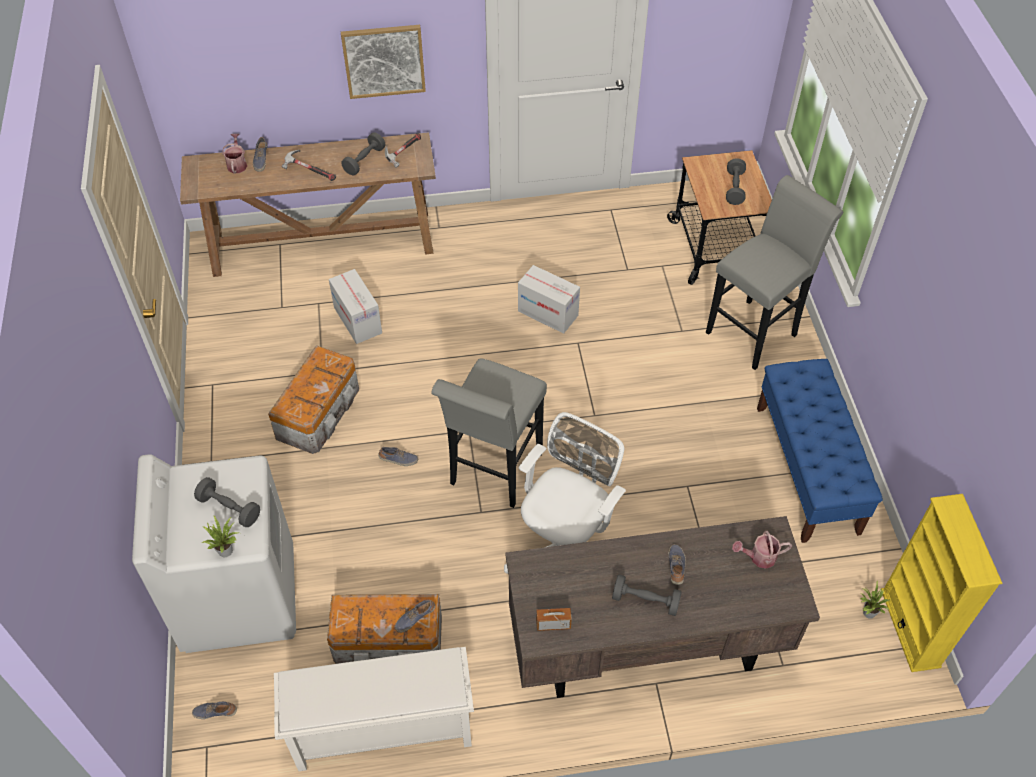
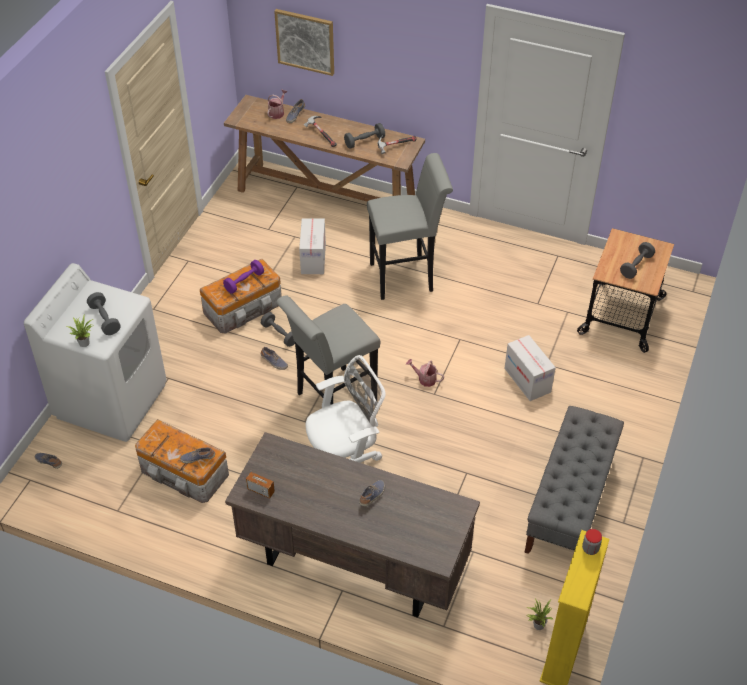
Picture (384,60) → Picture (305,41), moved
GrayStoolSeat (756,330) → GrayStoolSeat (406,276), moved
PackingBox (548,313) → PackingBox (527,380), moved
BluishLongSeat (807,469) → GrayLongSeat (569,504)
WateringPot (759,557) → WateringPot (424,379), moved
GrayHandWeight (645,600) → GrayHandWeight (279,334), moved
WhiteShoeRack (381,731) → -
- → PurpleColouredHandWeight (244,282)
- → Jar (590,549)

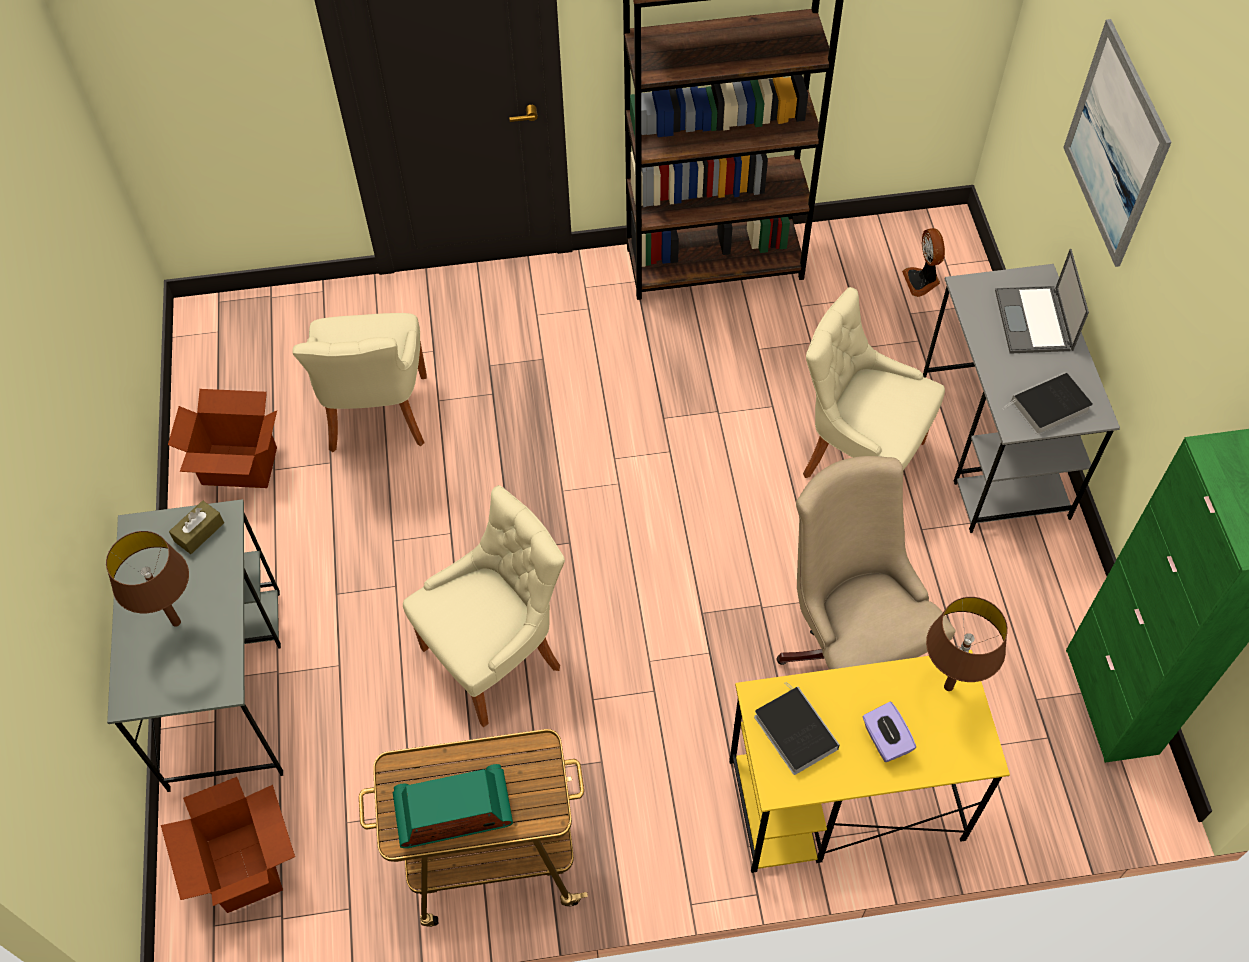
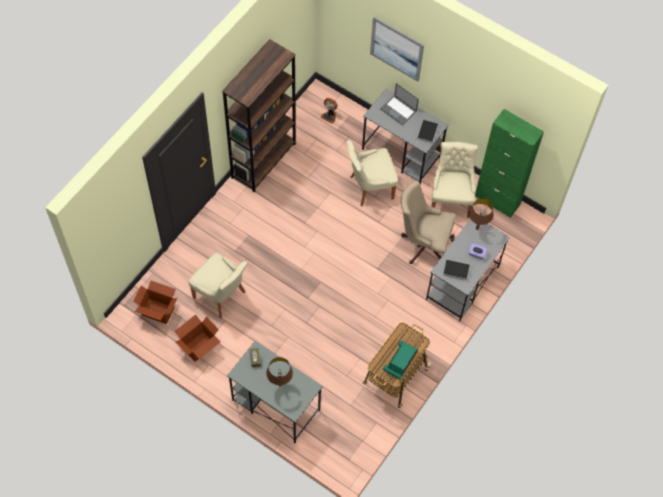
SandColouredPlainChair (496,656) → SandColouredPlainChair (450,199), moved
YellowishDesk (843,800) → GrayDesk (462,284)
PackingBox (246,865) → PackingBox (158,311), moved

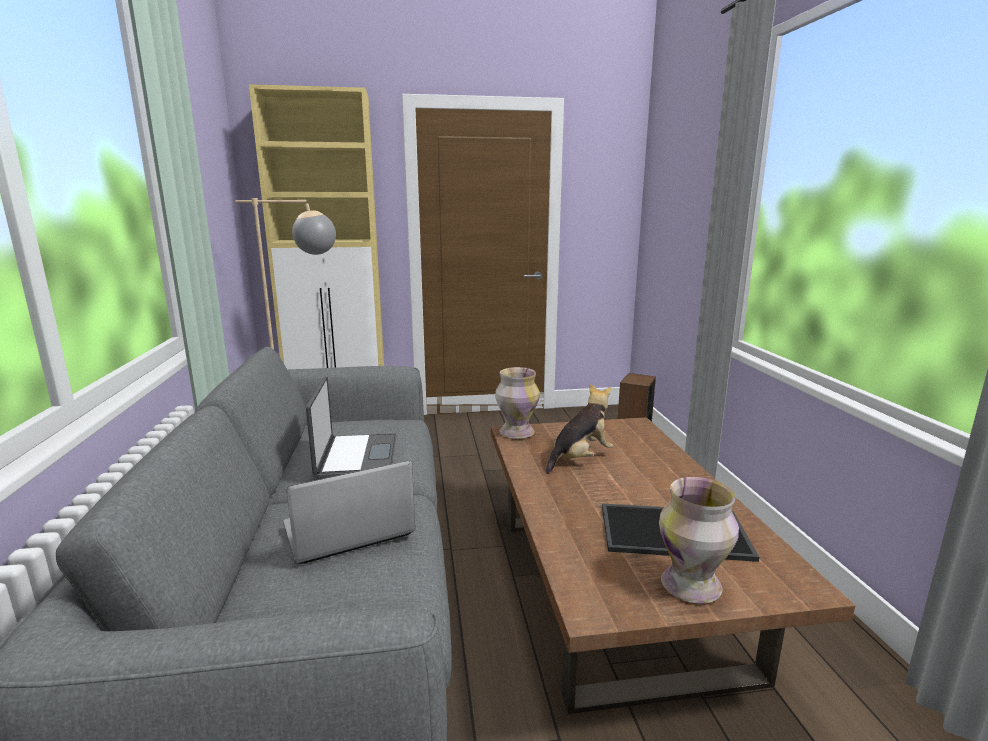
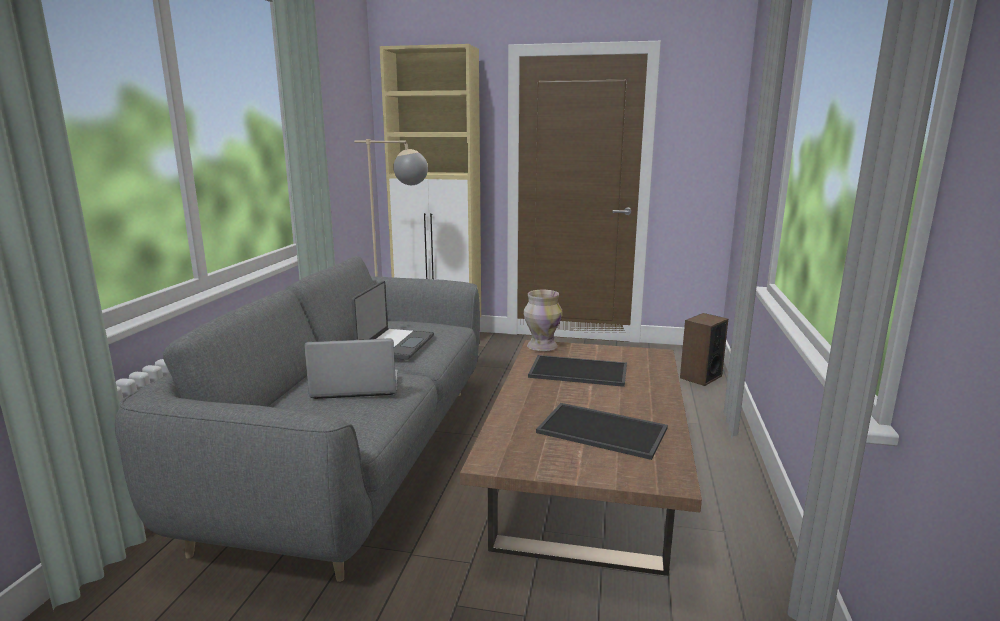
SoftToy (580,458) → Tray (577,372)
FlowerVase (690,586) → -

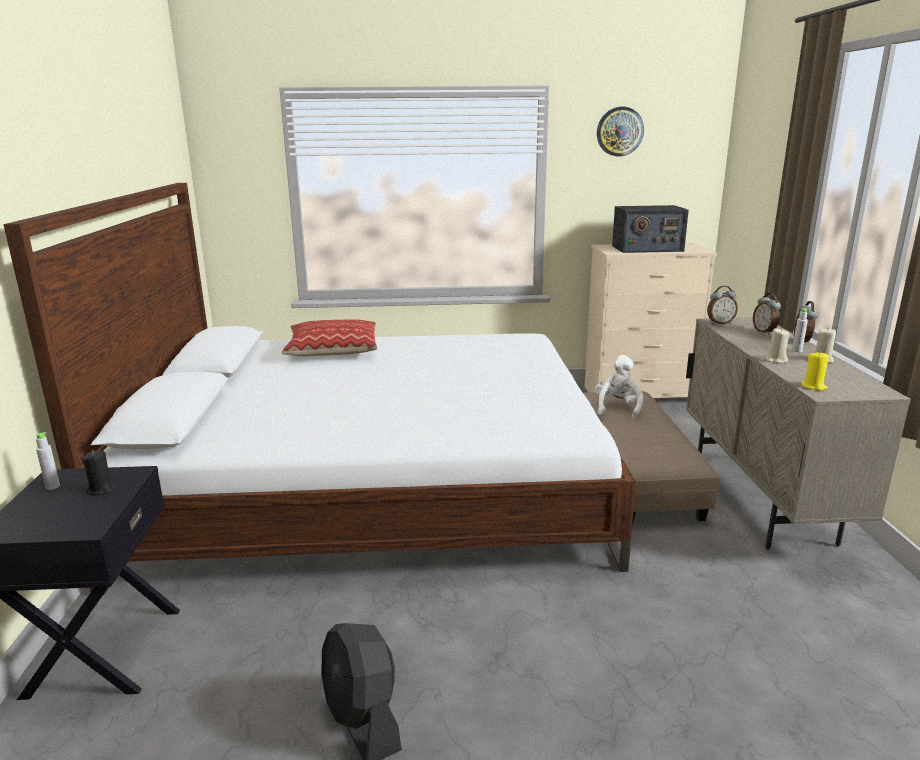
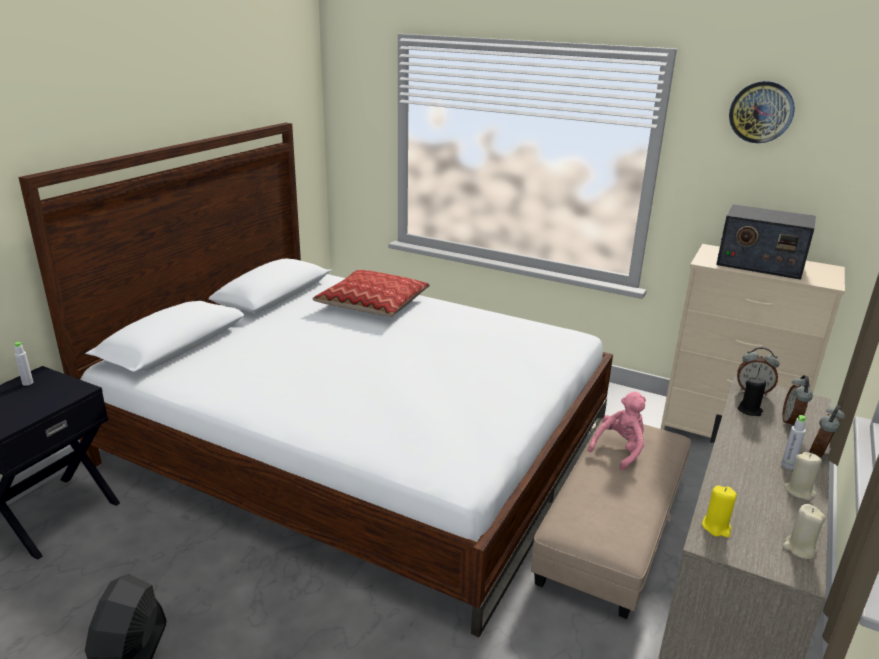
SandColouredCandle (776,360) → SandColouredCandle (799,548), moved
WhiteSoftToy (617,408) → PinkishSoftToy (619,450)
BlackCandle (101,489) → BlackCandle (749,410), moved

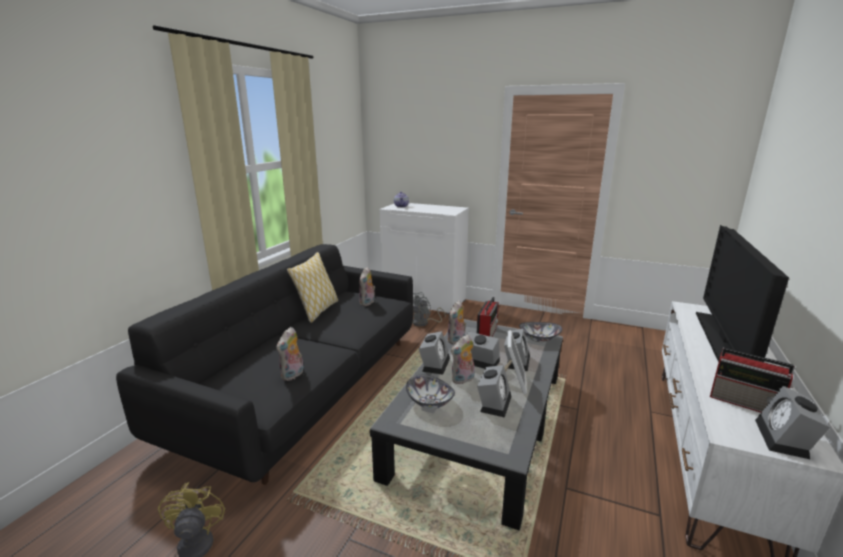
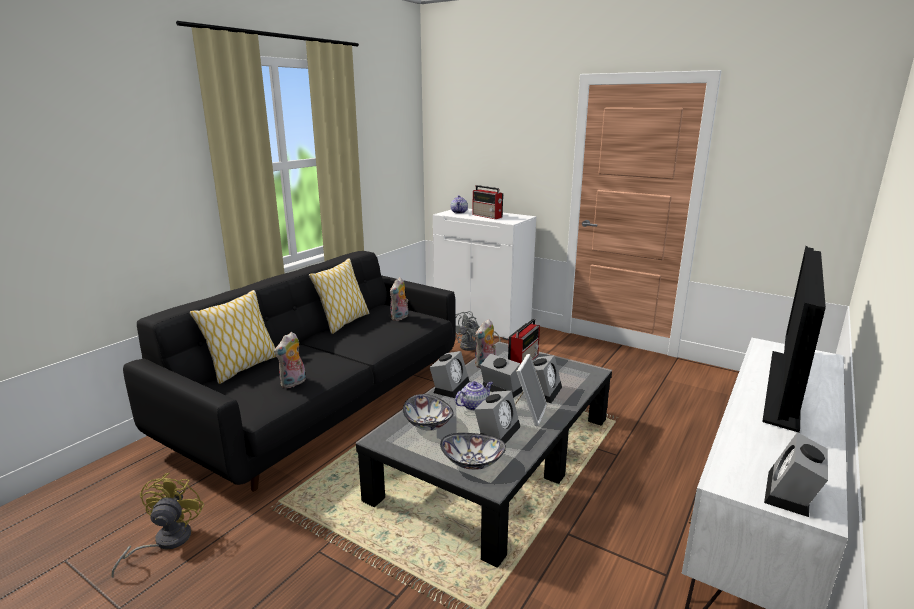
DeepDish (539,339) → DeepDish (472,463), moved
SoftToy (463,380) → TeaPot (474,405)
RadioSet (745,403) → RadioSet (487,216), moved
- → ThrowPillow (242,367)

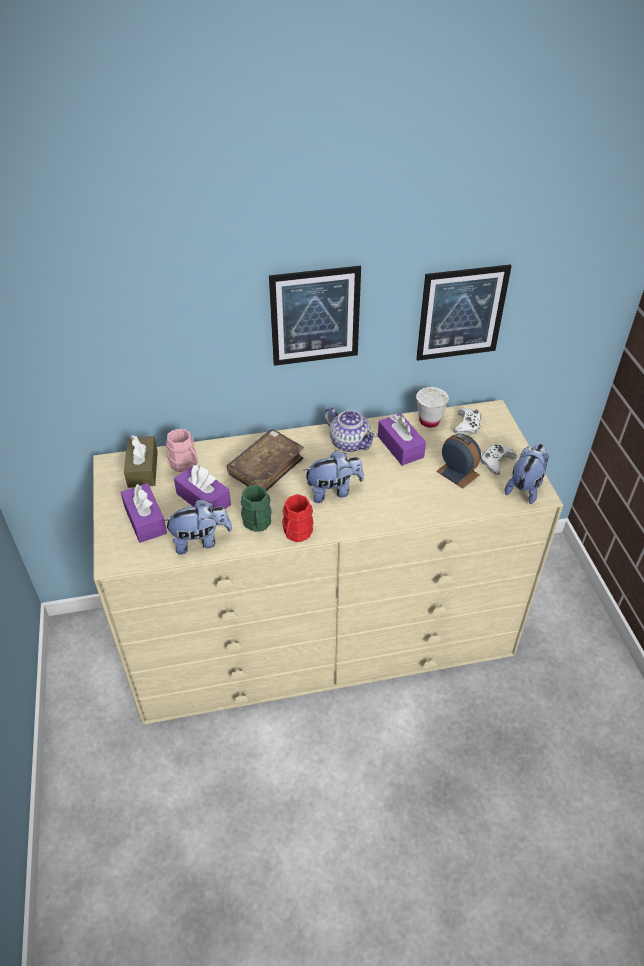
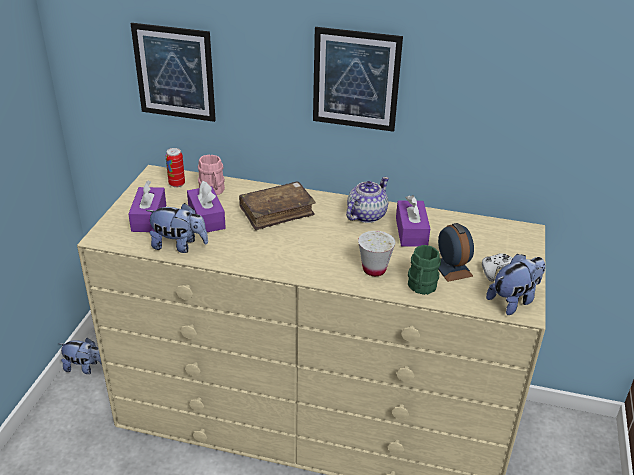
Picture (461,313) → Picture (174,72), moved
WhiteDrinkingCup (429,421) → WhiteDrinkingCup (374,269), moved
TeaPot (349,442) → TeaPot (366,215), 120 degrees counterclockwise
WhiteGamepad (467,425) → -
BrownColouredBoxOfTissues (143,469) → Can (177,184)
SoftToy (333,491) → SoftToy (85,367), moved
GreenishCoffeeMug (257,524) → GreenishCoffeeMug (421,287), moved
RedColouredCoffeeMug (296,534) → -

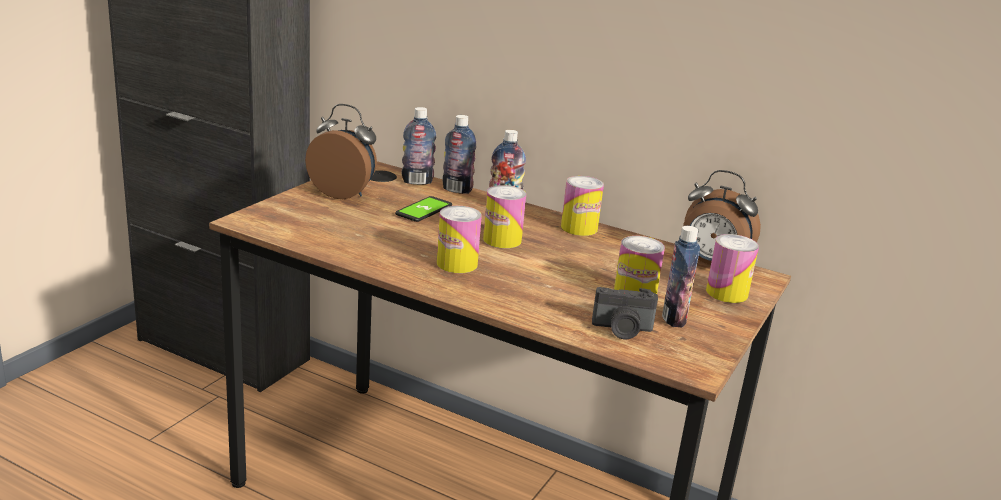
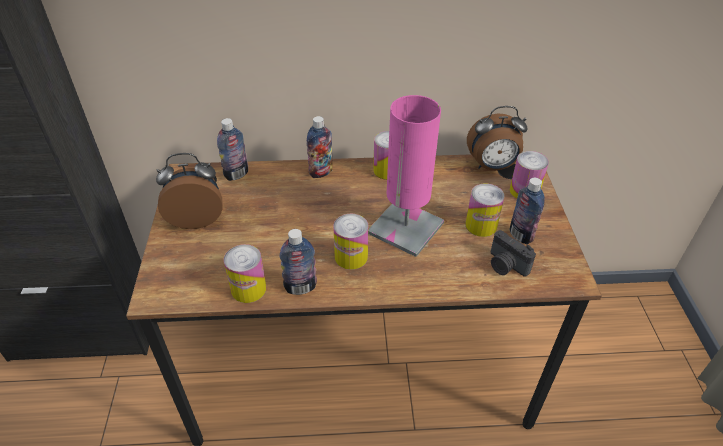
DrinkBottle (457,190) → DrinkBottle (300,287), moved
Can (502,240) → Can (248,289), moved
Phone (424,210) → -
StillCamera (622,330) → StillCamera (505,265), 75 degrees clockwise
- → PinkishLampForATable (405,228)

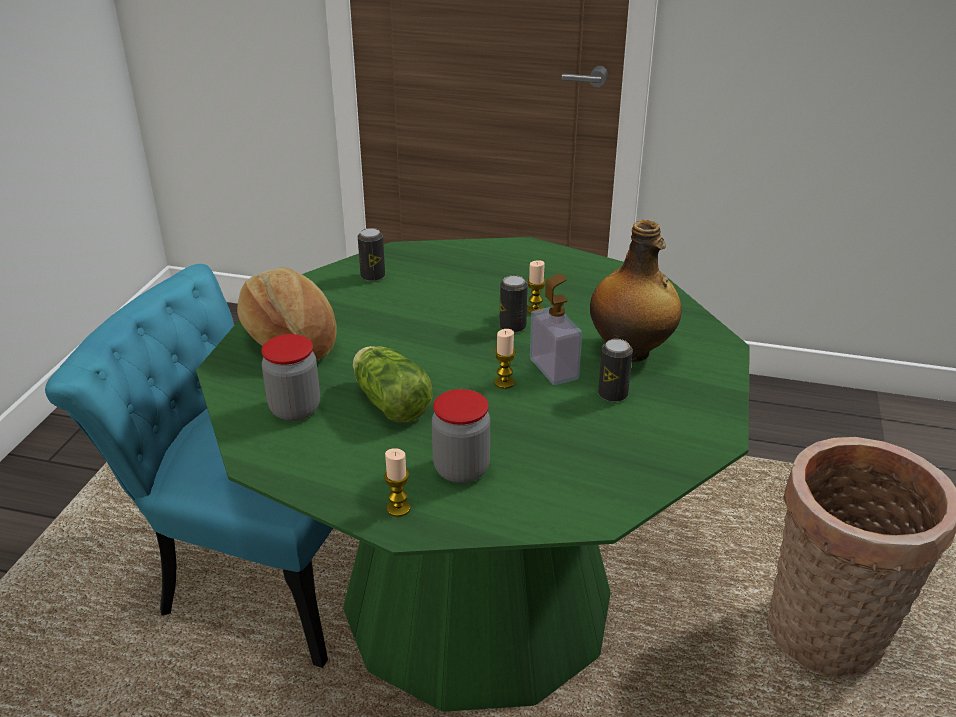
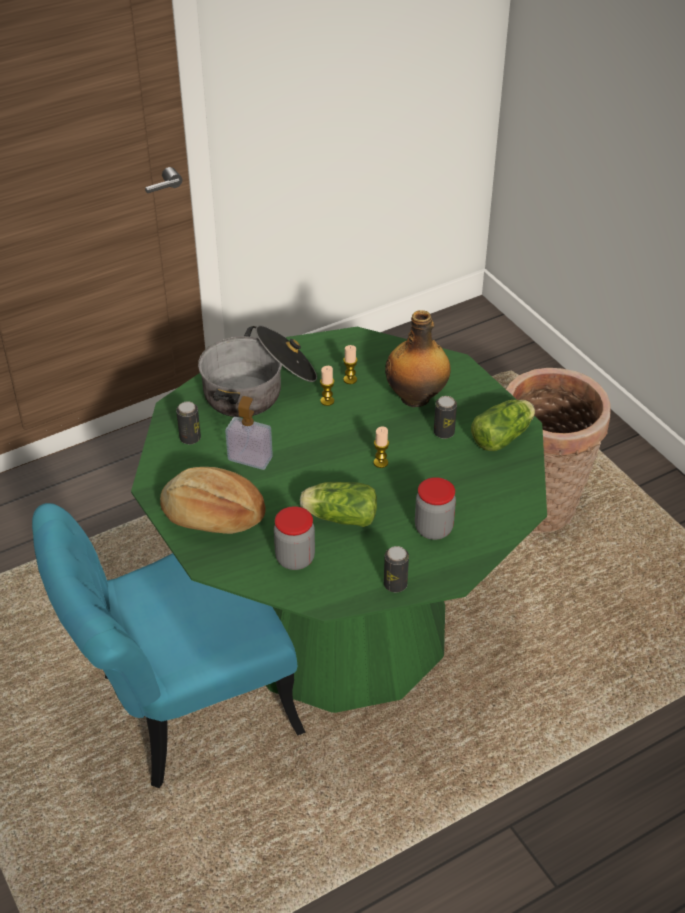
SoapDispenser (553,369) → SoapDispenser (250,458), moved
Can (512,327) → Can (395,584), moved
Candle (398,508) → Candle (350,379), moved
- → Stockpot (259,389)
- → Lettuce (504,436)

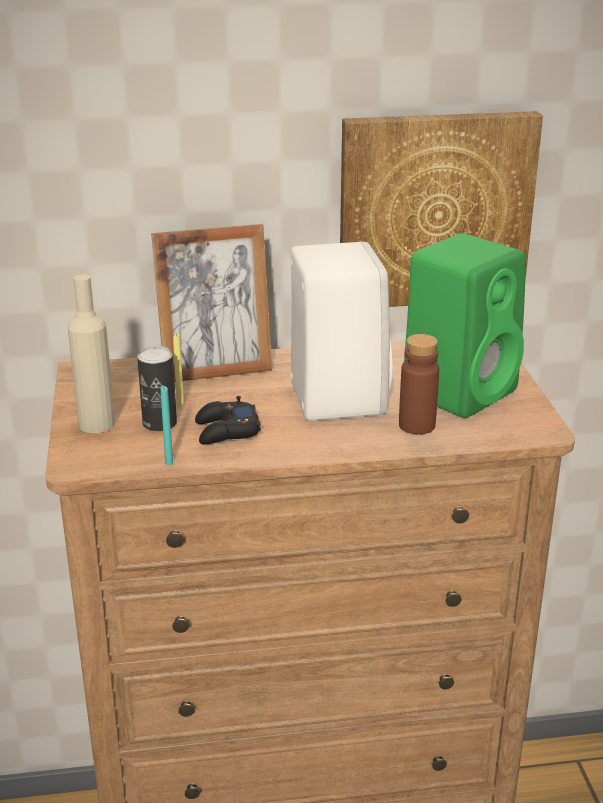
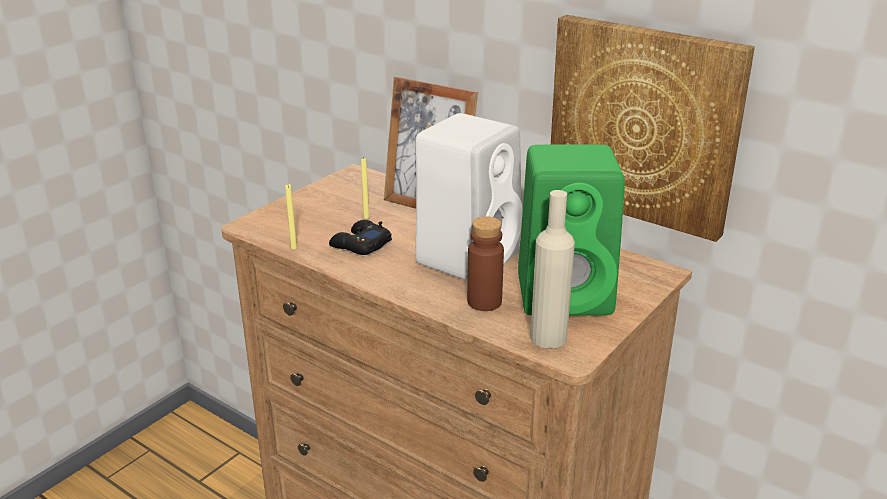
SandColouredDrinkBottle (97,424) → SandColouredDrinkBottle (548,337), moved
Can (159,423) → -
TurquoiseColouredCandle (169,463) → YellowishCandle (293,247)

